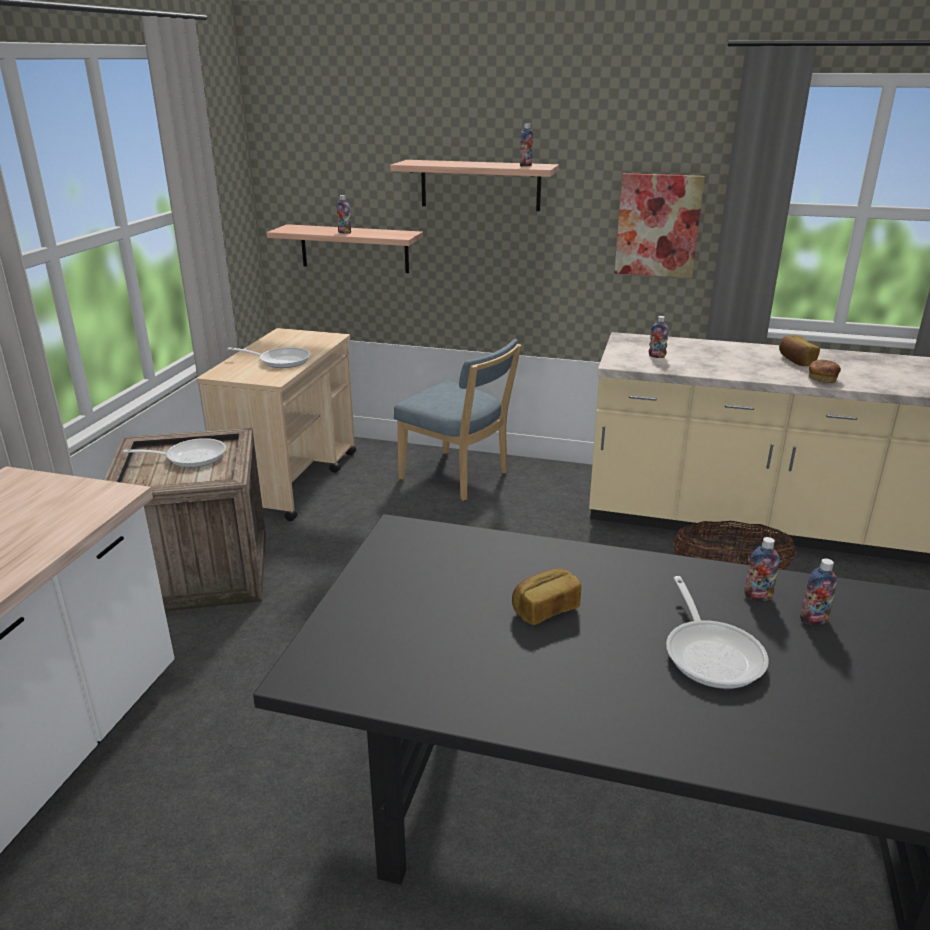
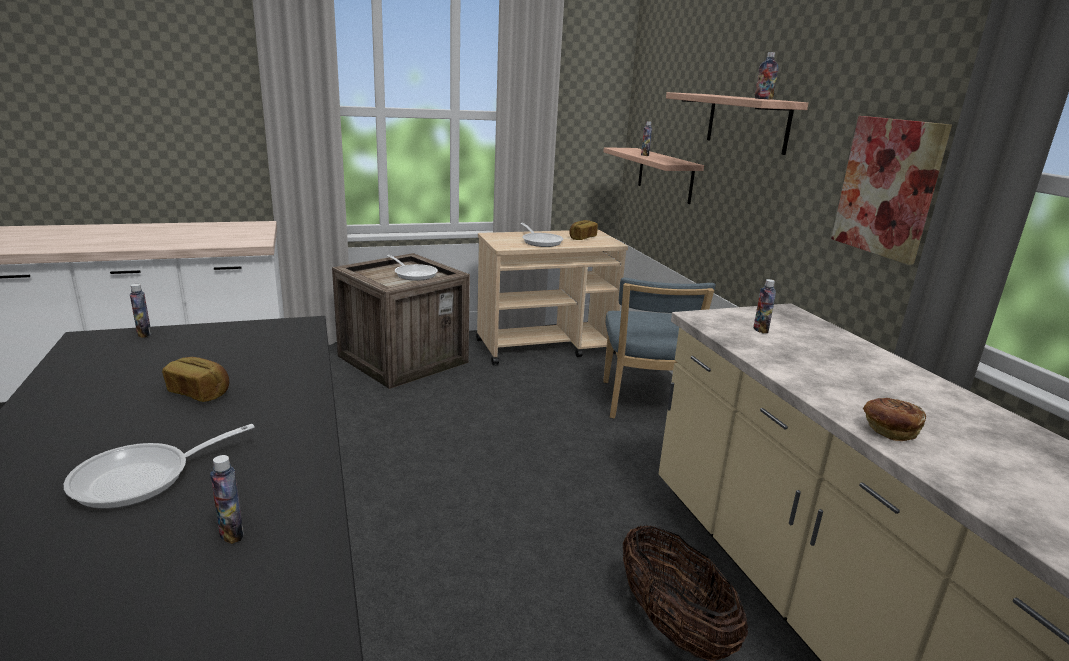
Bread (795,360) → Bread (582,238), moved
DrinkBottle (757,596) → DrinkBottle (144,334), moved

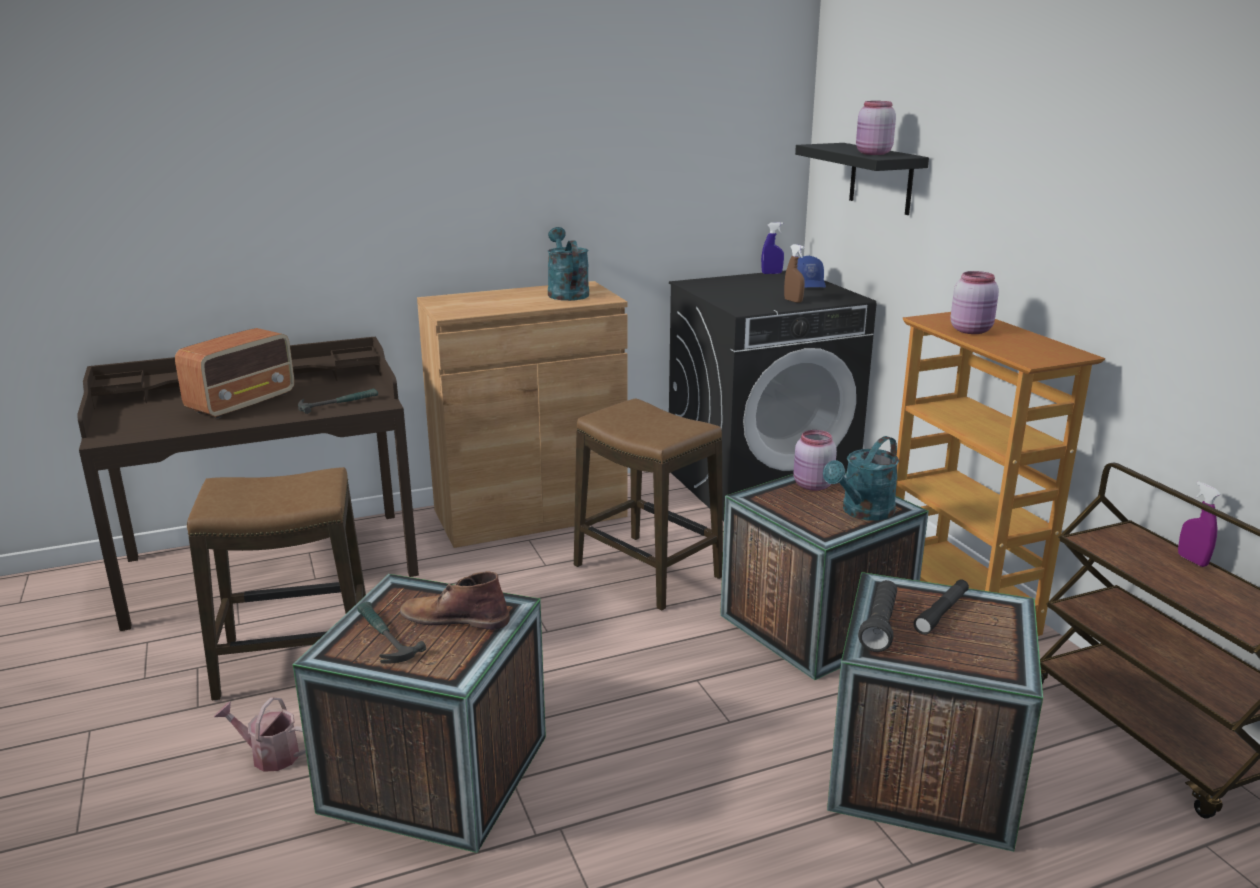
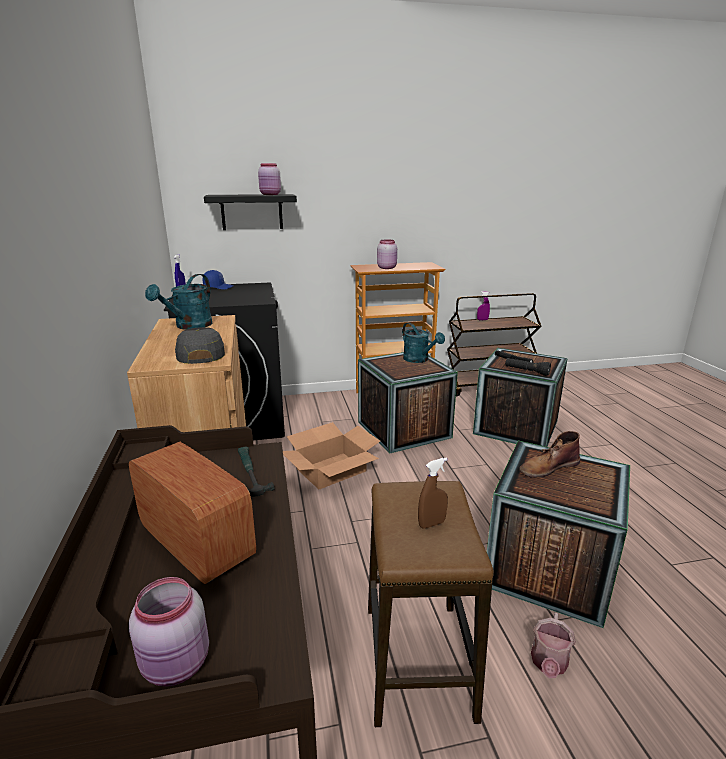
TurquoiseColouredWateringPot (566,293) → TurquoiseColouredWateringPot (189,326), 60 degrees counterclockwise
BrownColouredHandSprayer (793,301) → BrownColouredHandSprayer (431,524), moved
StoolSeat (648,572) → PackingBox (331,470)
PinkishJar (812,486) → PinkishJar (177,665), moved
BrownColouredBoot (454,617) → BrownColouredBoot (548,467), 45 degrees clockwise
Hammer (383,637) → -
- → GrayCap (200,354)

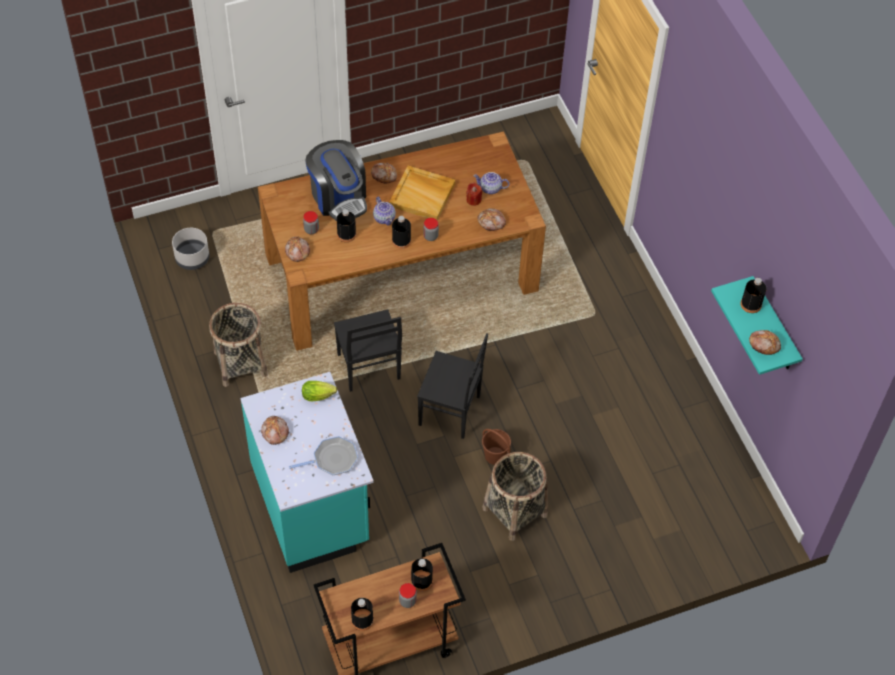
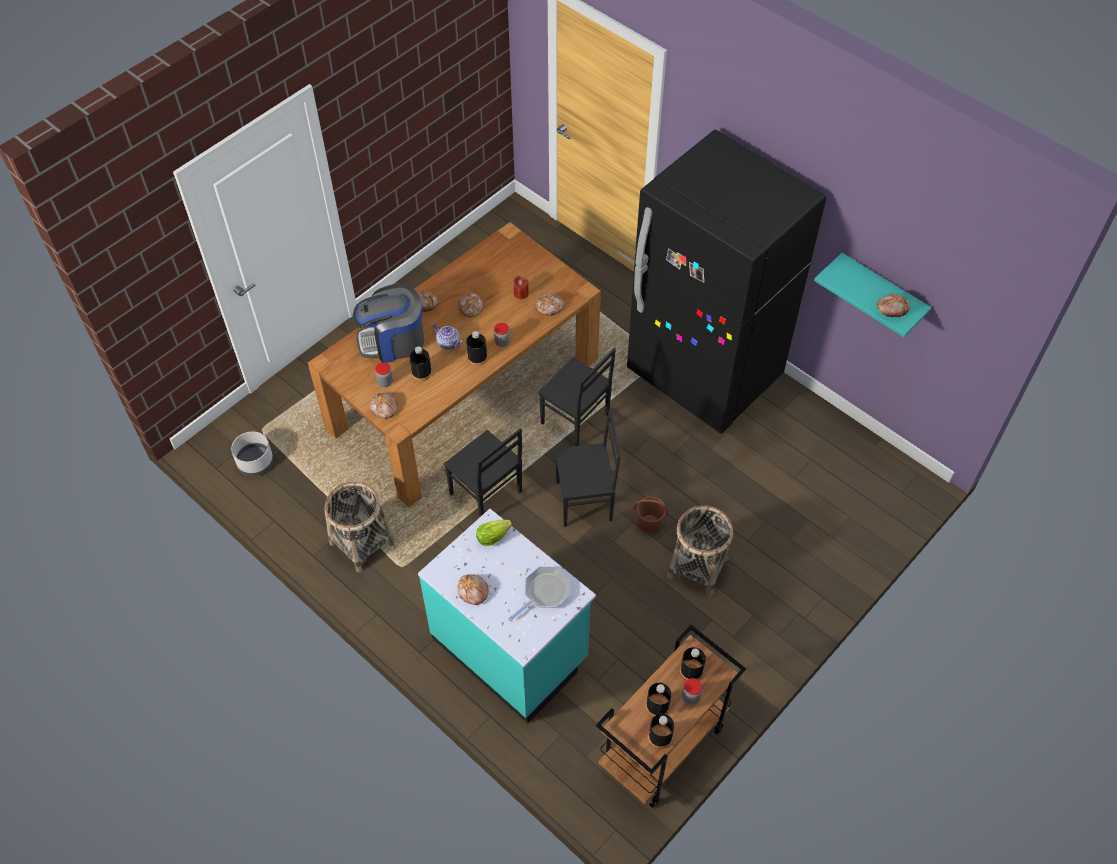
CoffeeMaker (338,197) → CoffeeMaker (393,341), 135 degrees clockwise
SandColouredTray (423,195) → Bread (471,307)
TeaPot (491,188) → -
BlackDrinkBottle (751,304) → BlackDrinkBottle (657,706), moved
- → BlackRefrigerator (704,374)
- → BlackPlainChair (575,420)

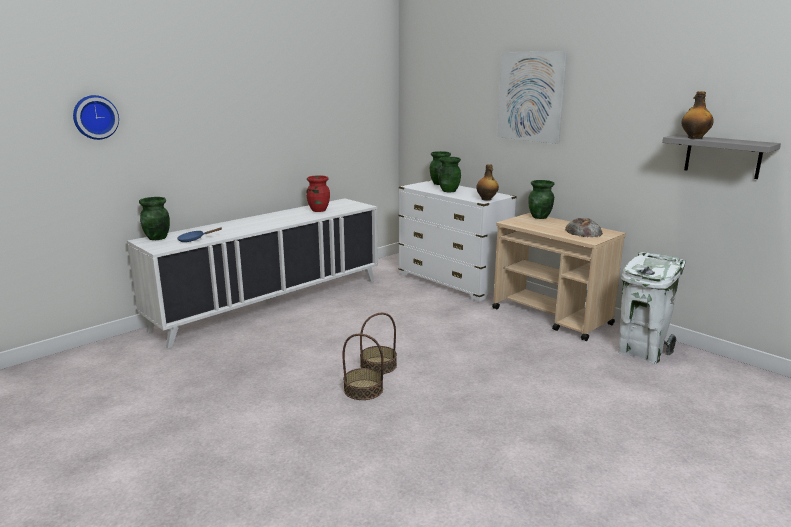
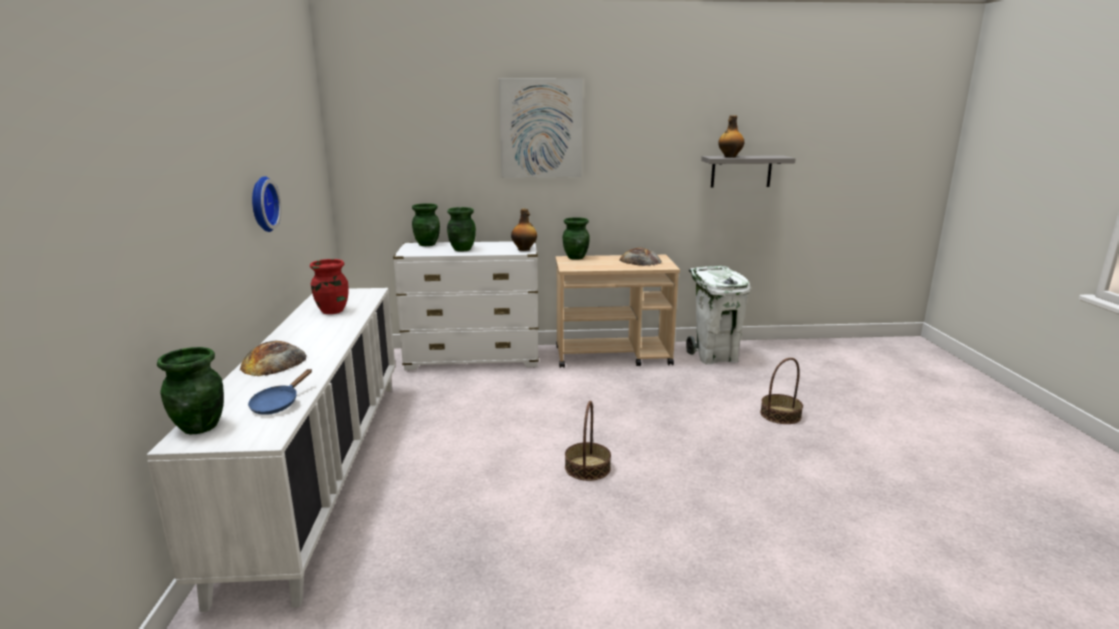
HangingClock (95,117) → HangingClock (261,204), moved
StorageBasket (363,389) → StorageBasket (780,414), moved
- → Bread (274,362)

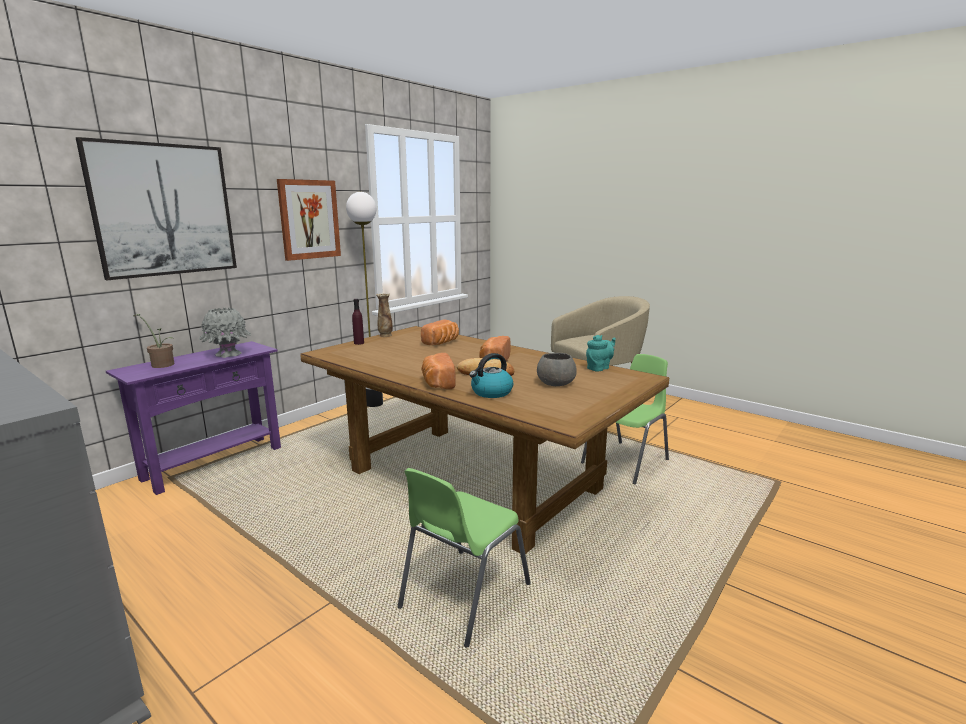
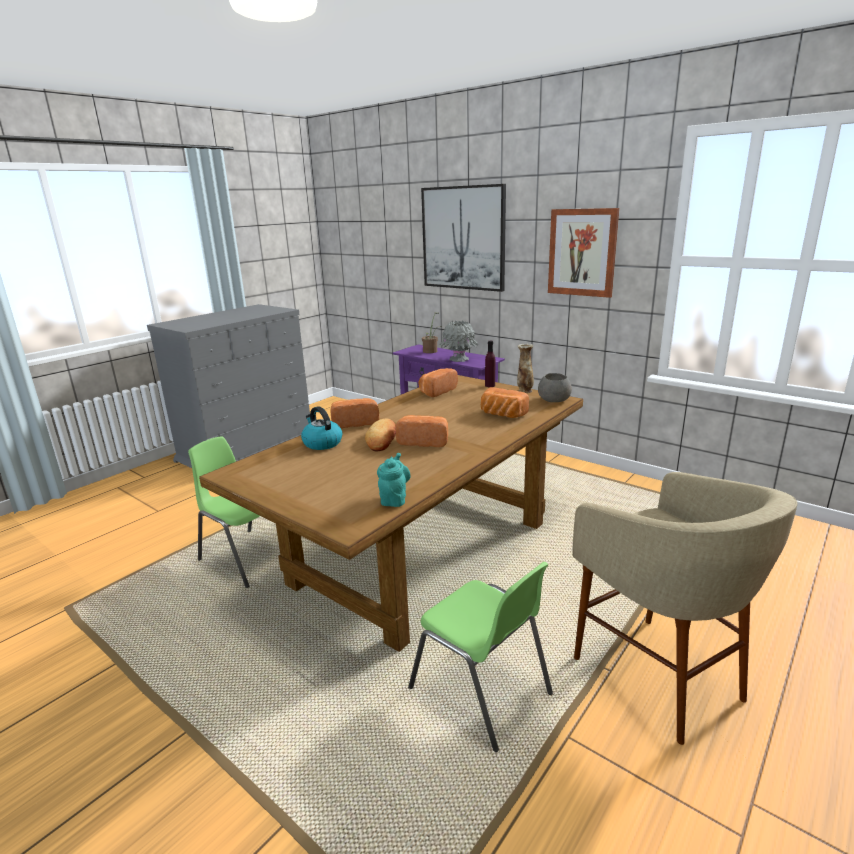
FloorLamp (373,404) → -
TurquoiseColouredTeaPot (599,368) → TurquoiseColouredTeaPot (394,498), 135 degrees counterclockwise
GrayDeepDish (555,383) → GrayDeepDish (553,399), moved
- → Bread (436,391)

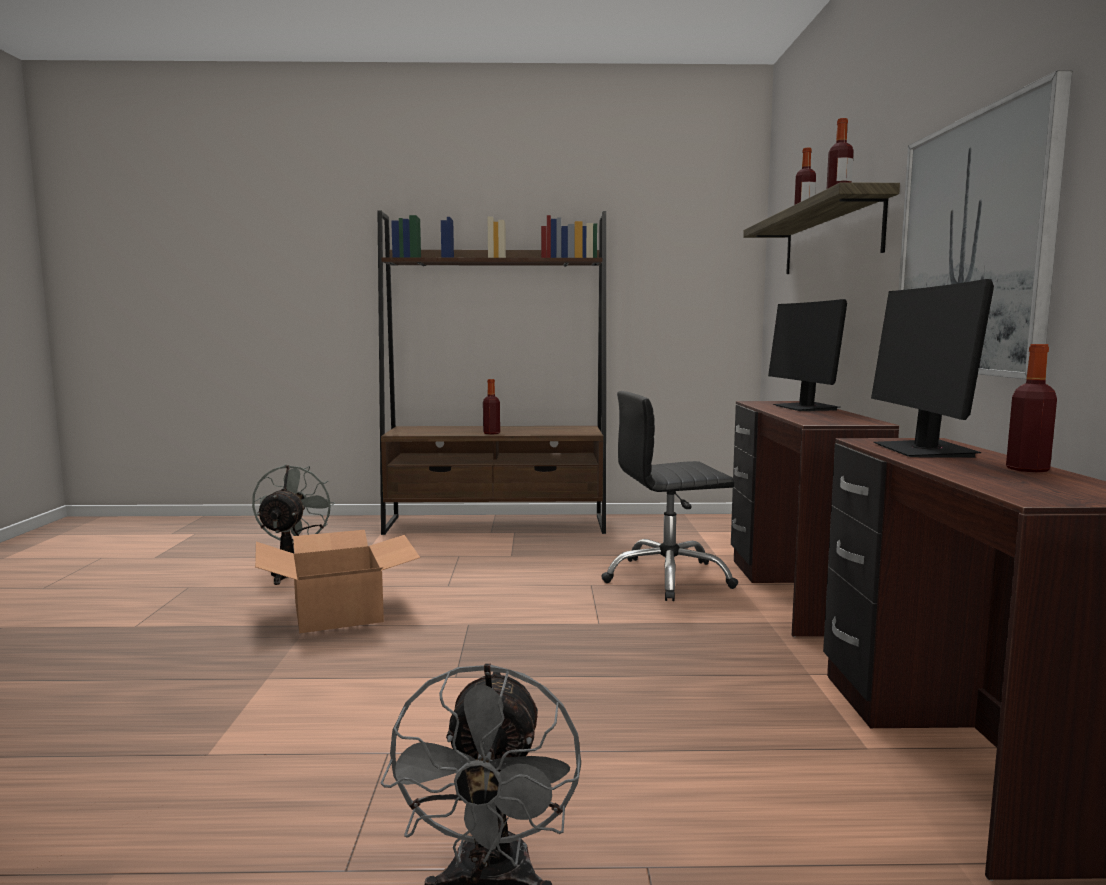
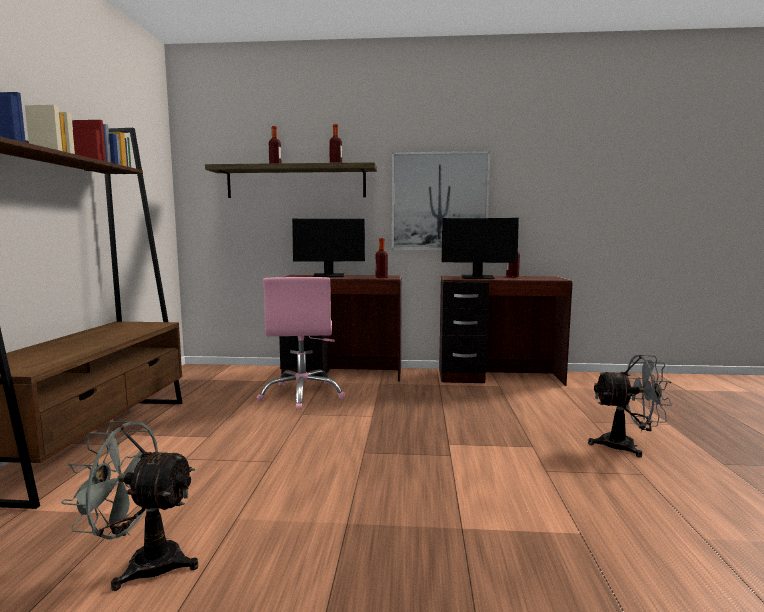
DrinkBottle (491,433) → DrinkBottle (381,277), moved
BlackOfficeChair (668,578) → PinkishOfficeChair (302,395)
PackingBox (339,611) → -

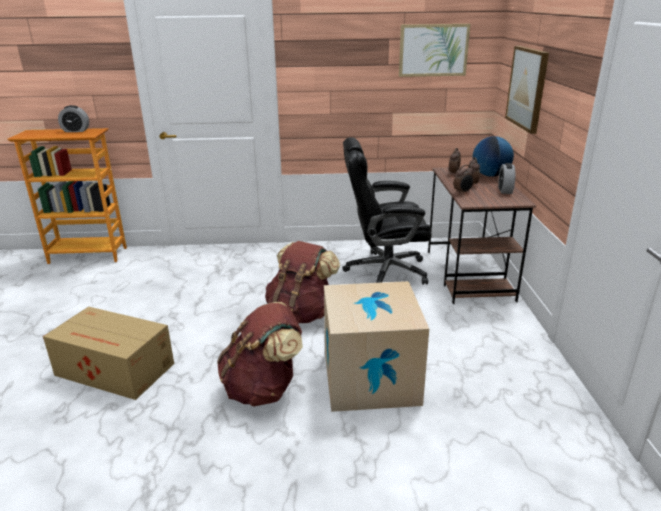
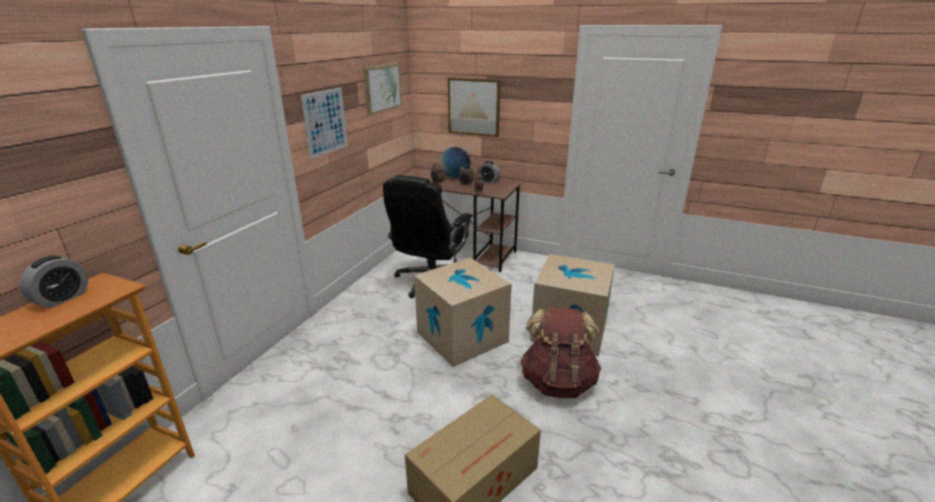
BrownColouredBackpack (301,314) → PackingBox (462,337)
- → Picture (325,122)

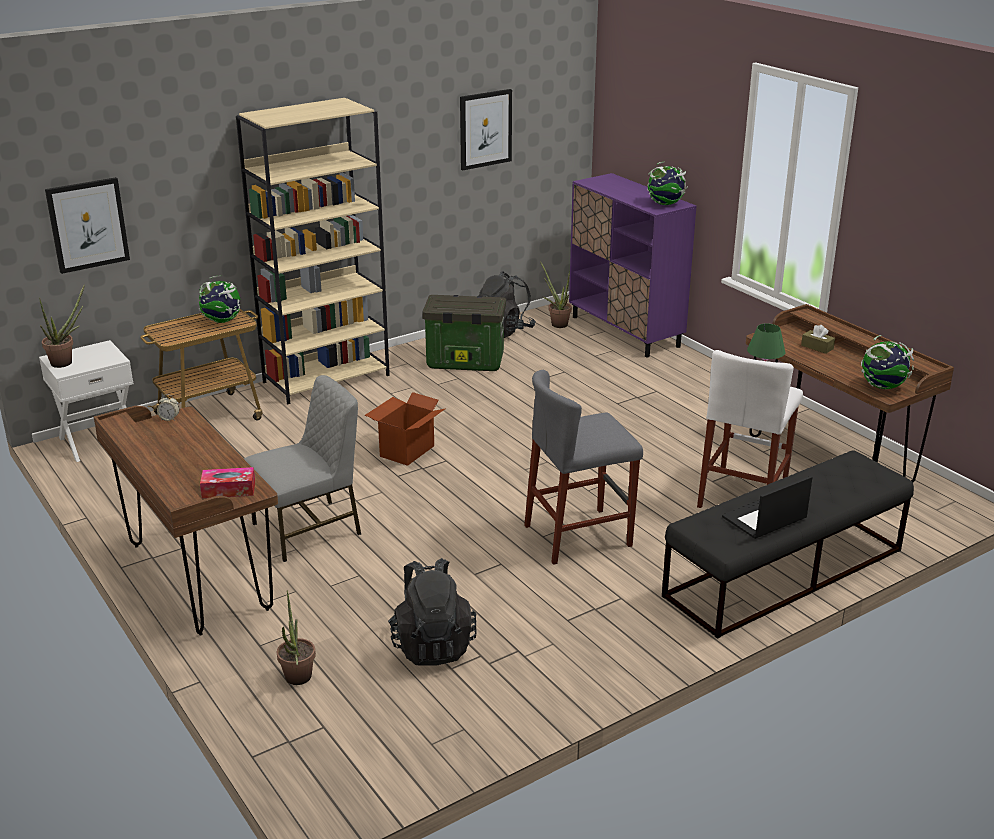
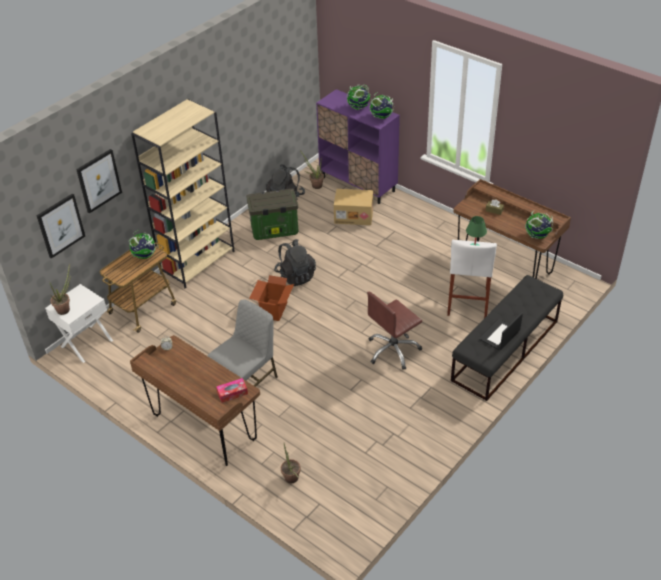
Picture (485,129) → Picture (99,180), moved
GrayStoolSeat (578,536) → BrownColouredOfficeChair (393,350)
BlackBackpack (432,644) → BlackBackpack (295,276), moved
- → WorldGlobe (358,107)
- → PackingBox (354,215)

